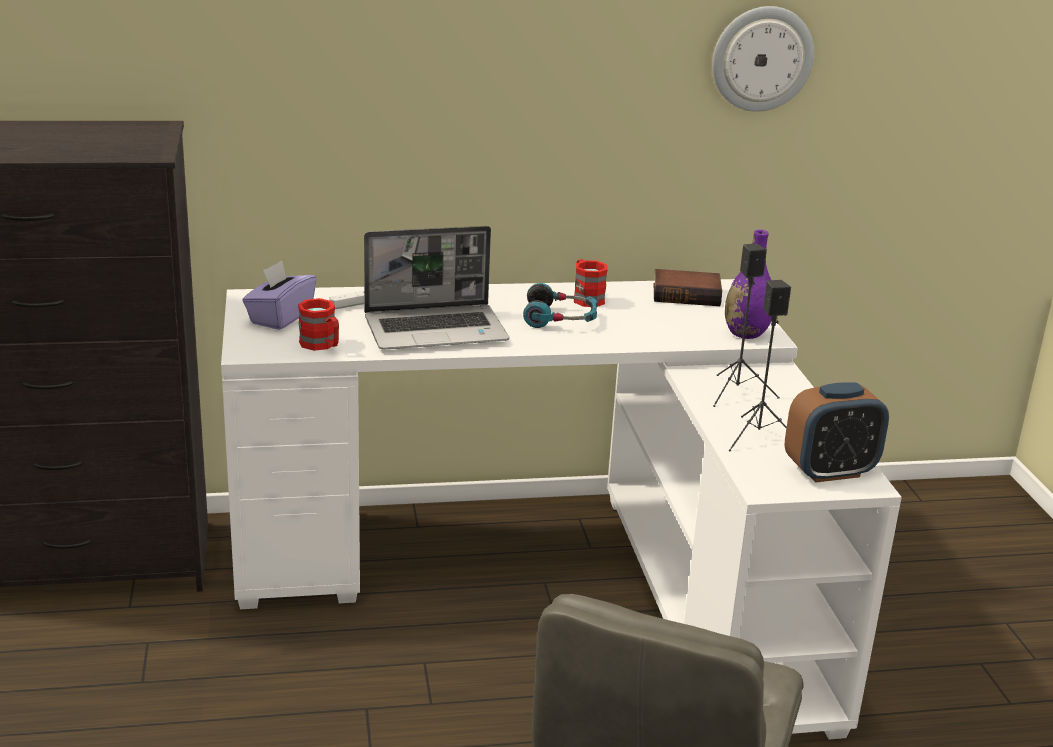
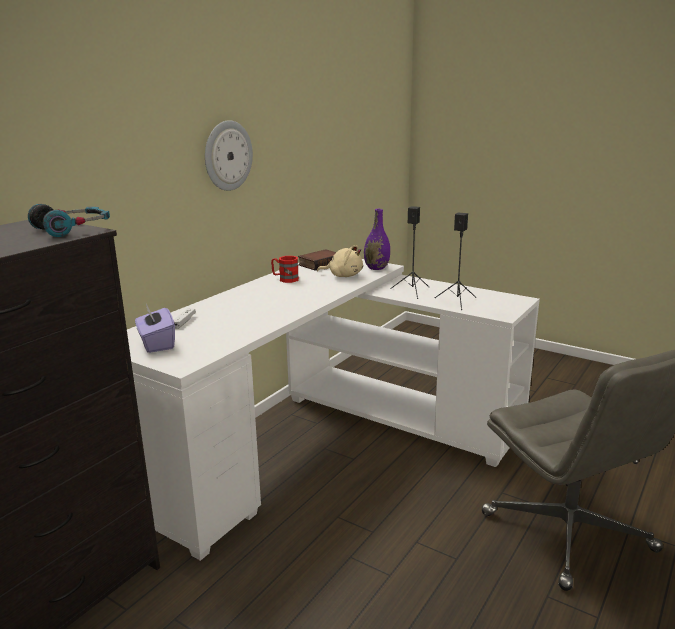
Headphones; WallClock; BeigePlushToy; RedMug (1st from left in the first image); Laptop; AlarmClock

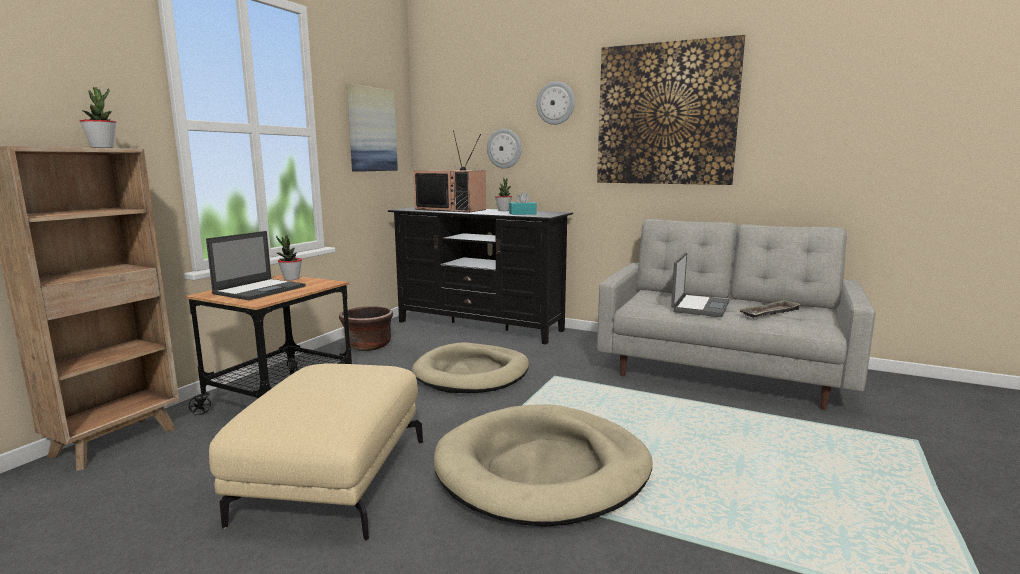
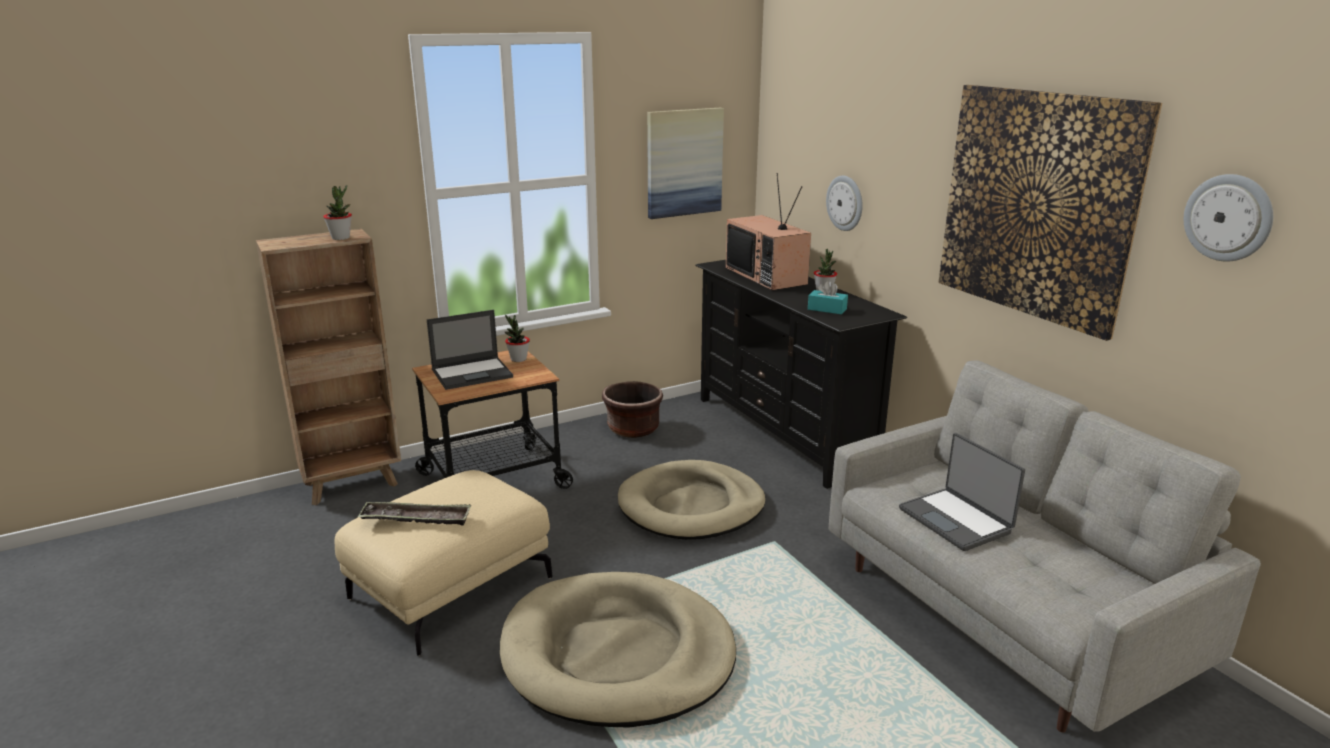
Tray; Laptop (2nd from left); WallClock (2nd from left)

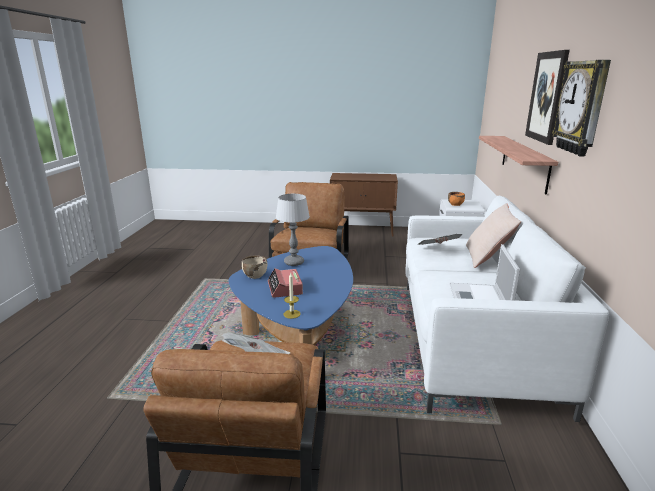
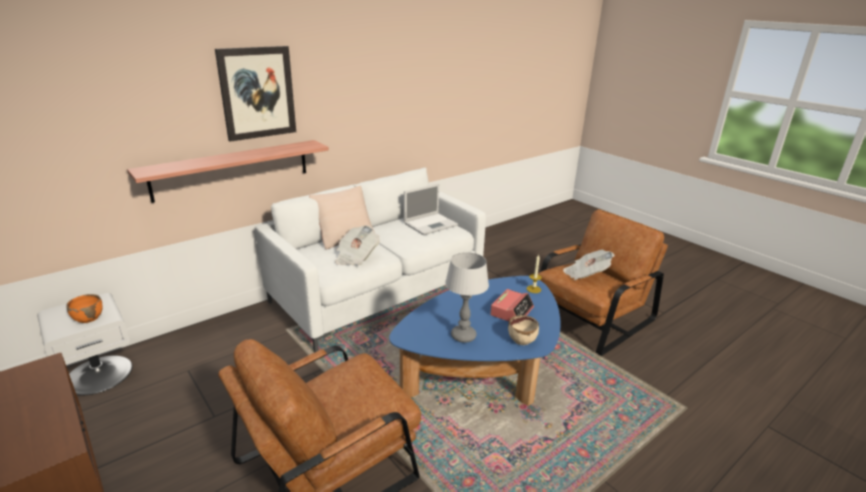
WallClock

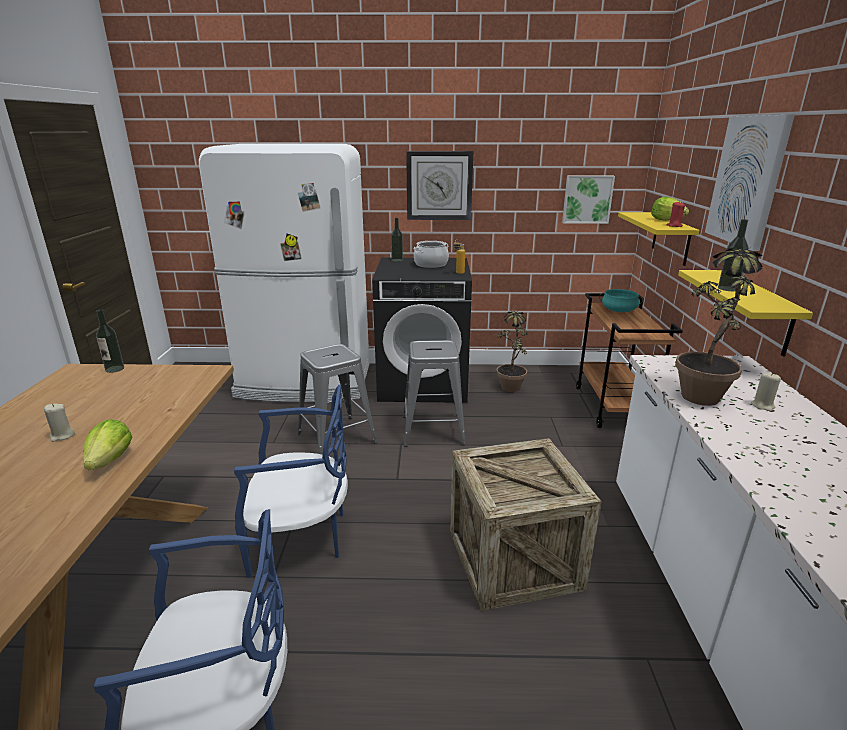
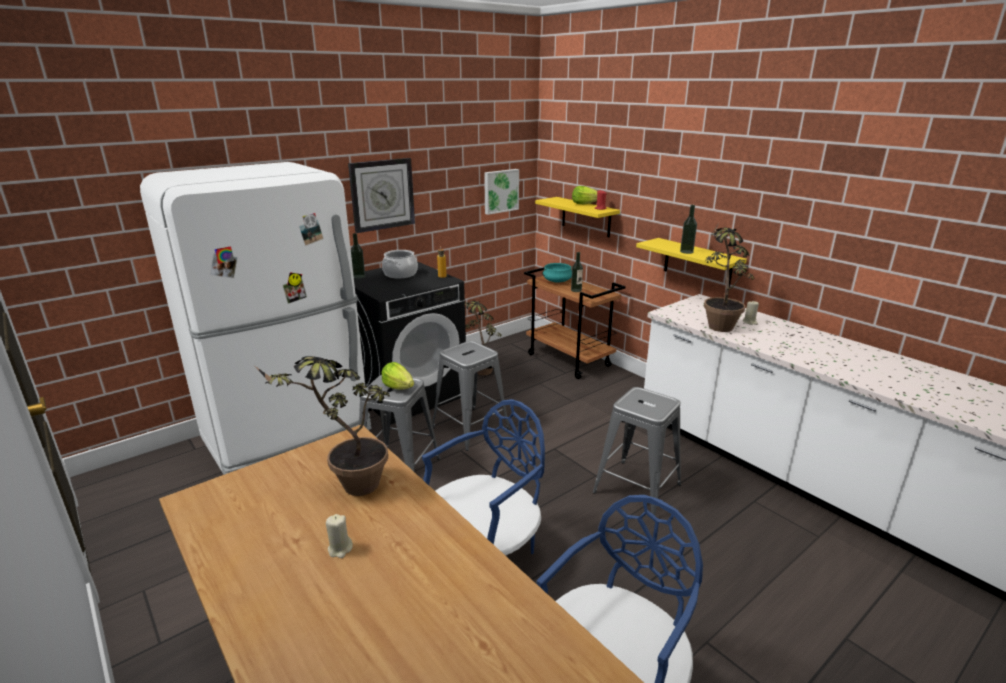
PottedPlant (1st from left); Lettuce (1st from left); Bottle (3rd from left); GreyStool (3rd from left); Picture (2nd from left in the first image)

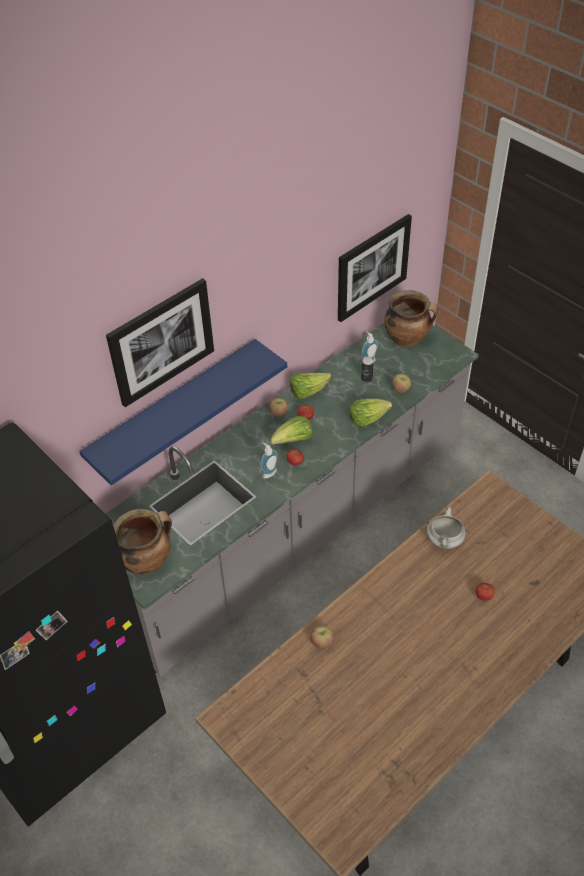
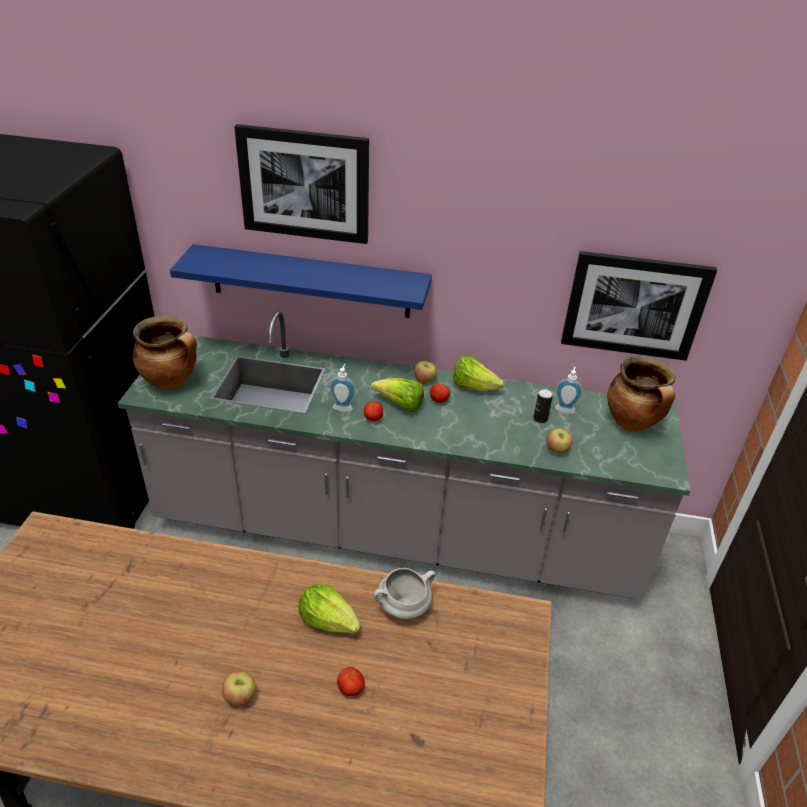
Apple (1st from left); Lettuce (1st from left)

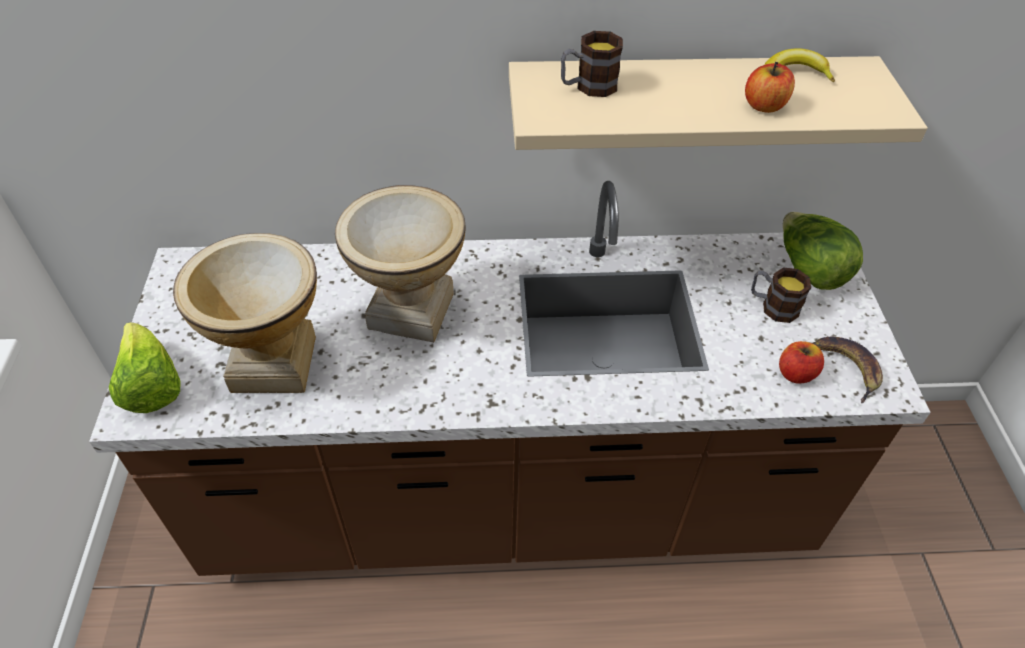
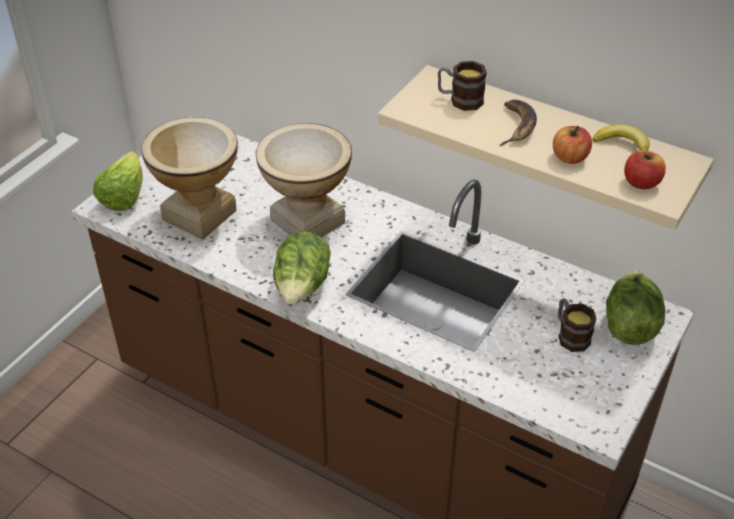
Lettuce (2nd from left); Banana (1st from left); Apple (2nd from left)

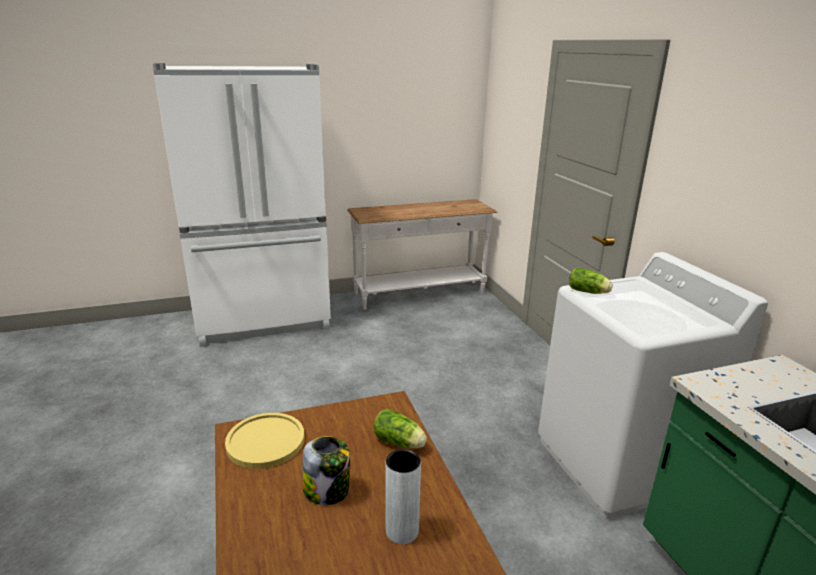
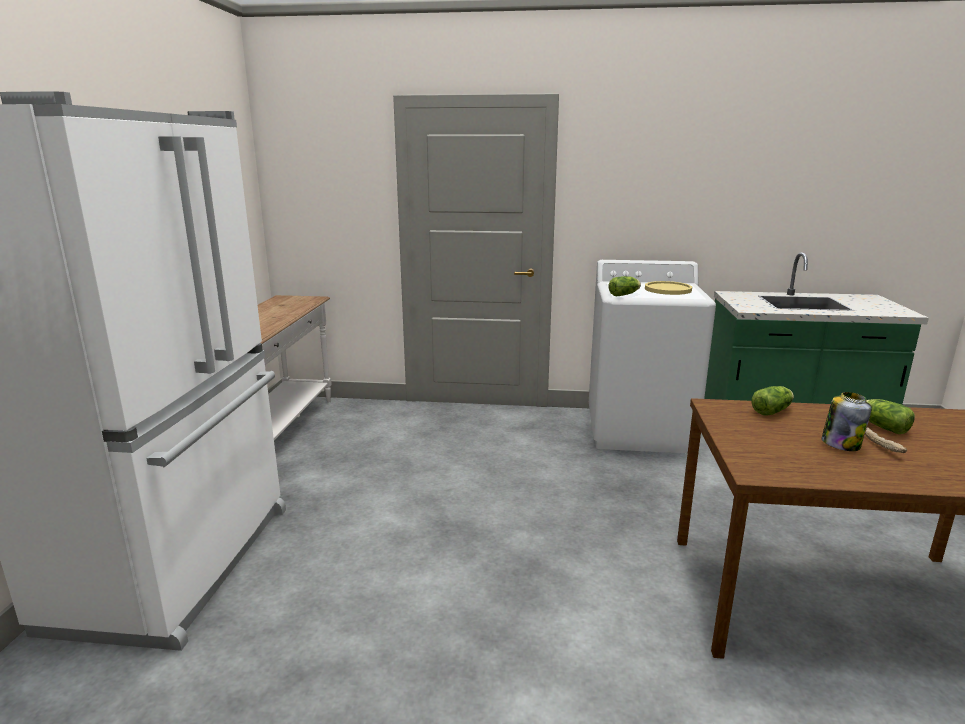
YellowPlate; Bread; Lettuce (3rd from left)

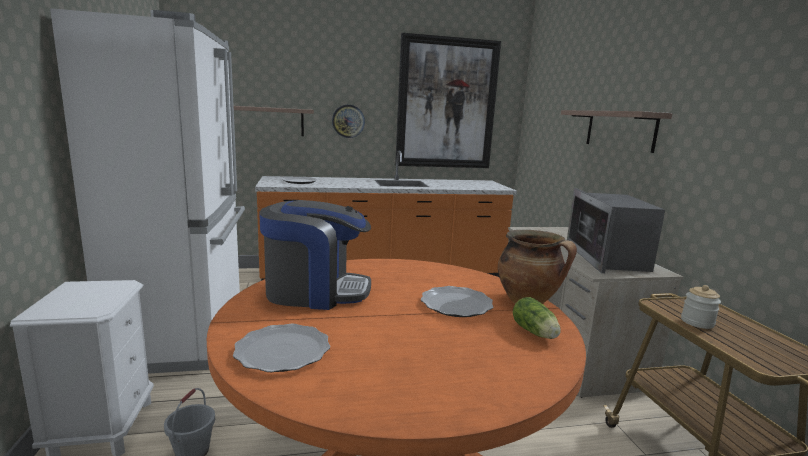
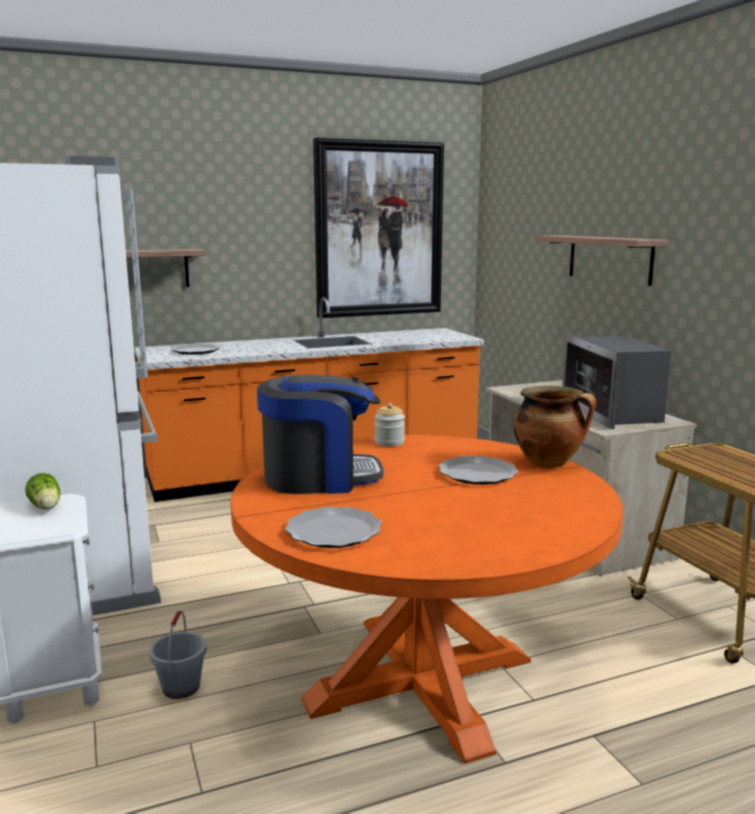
Lettuce; Jar; WallClock

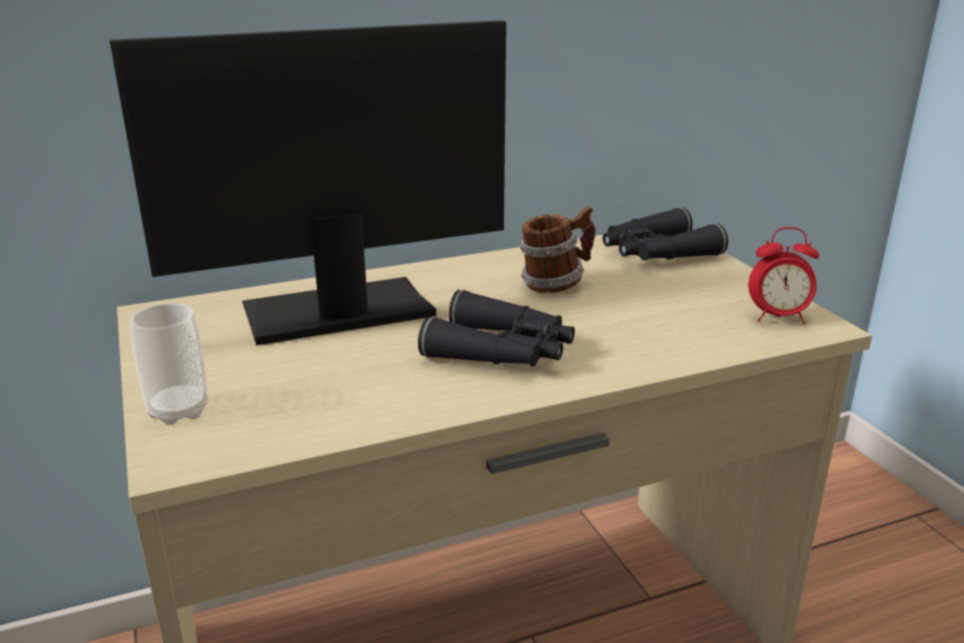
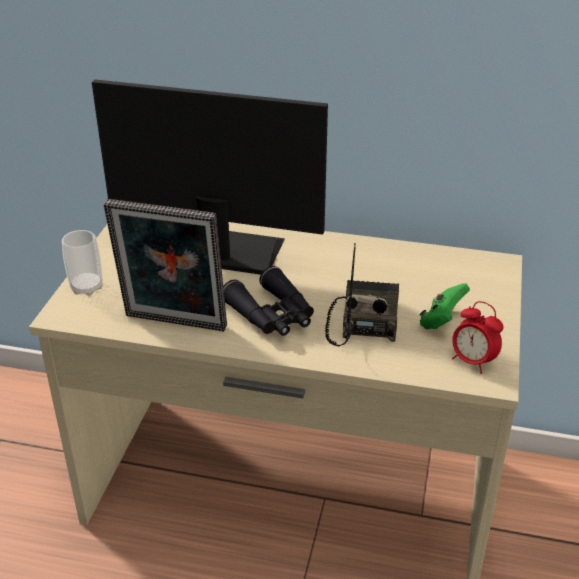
PictureFrame; Radio; GreenGameController; Mug; BlackBinoculars (2nd from left in the first image)

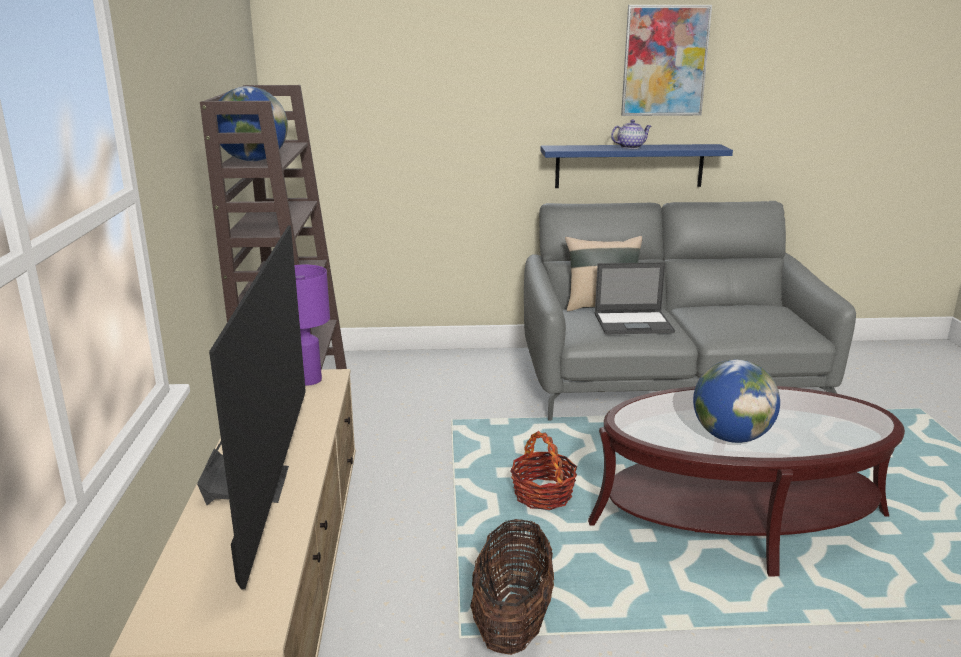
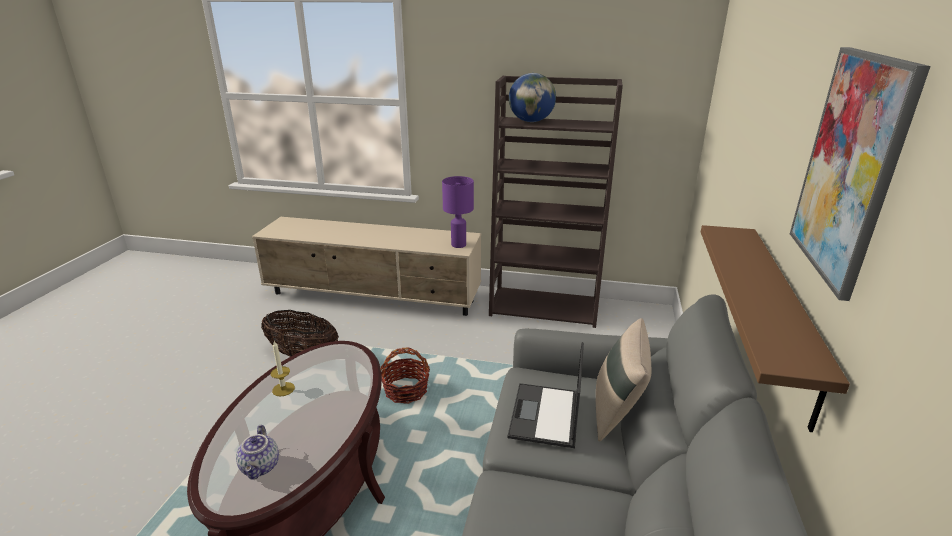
Teapot; Candle; BrownShelf; Television

